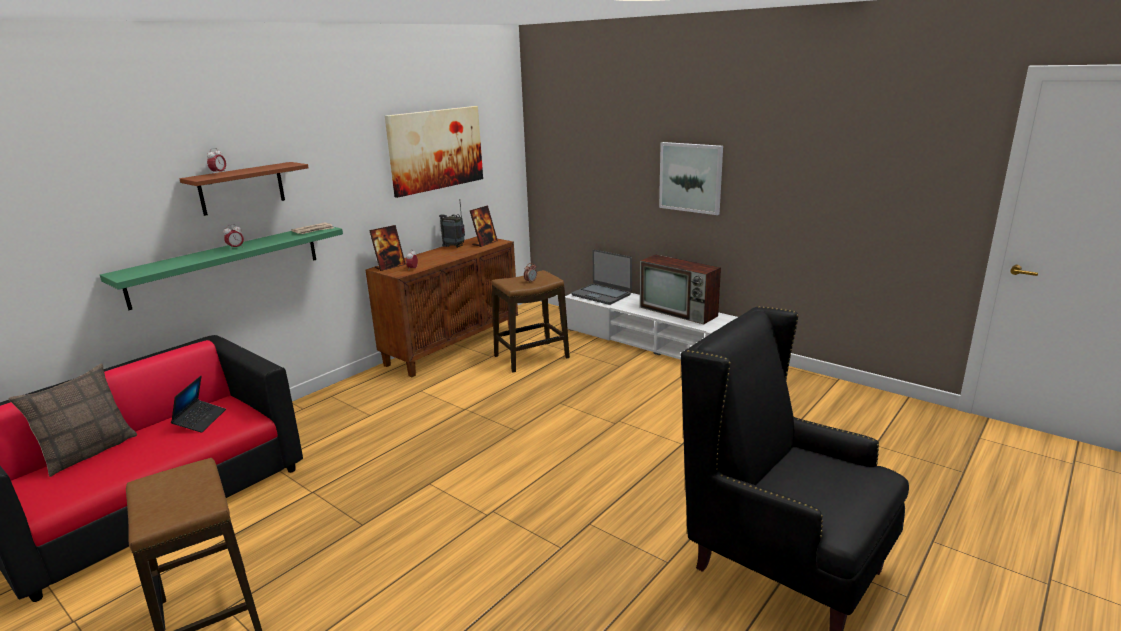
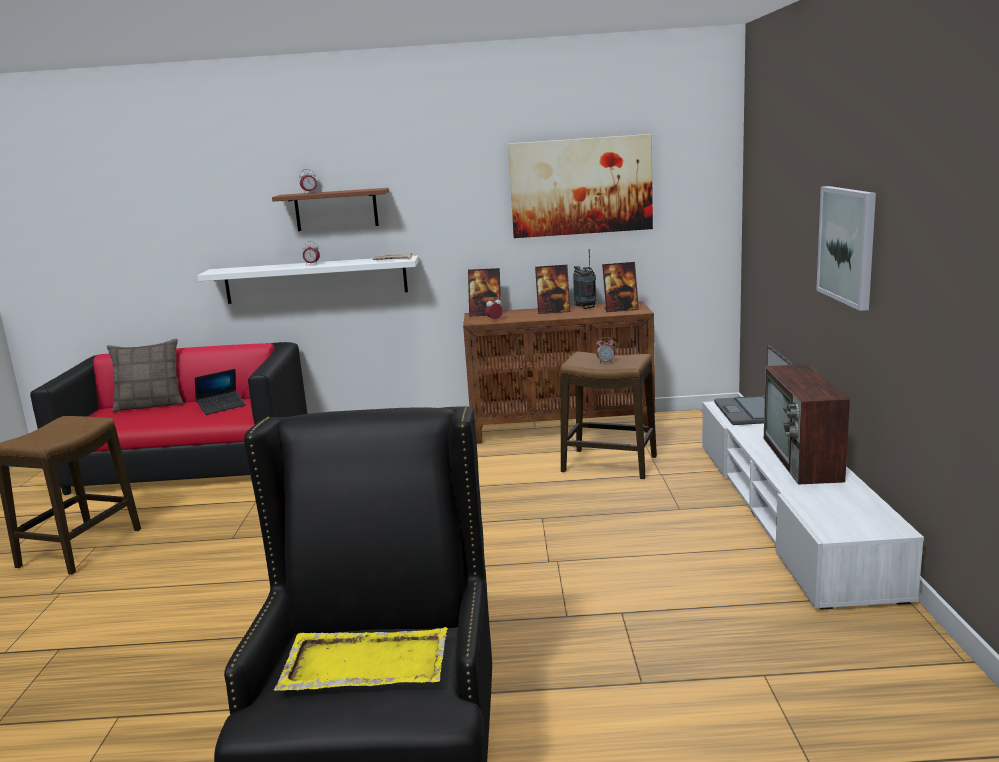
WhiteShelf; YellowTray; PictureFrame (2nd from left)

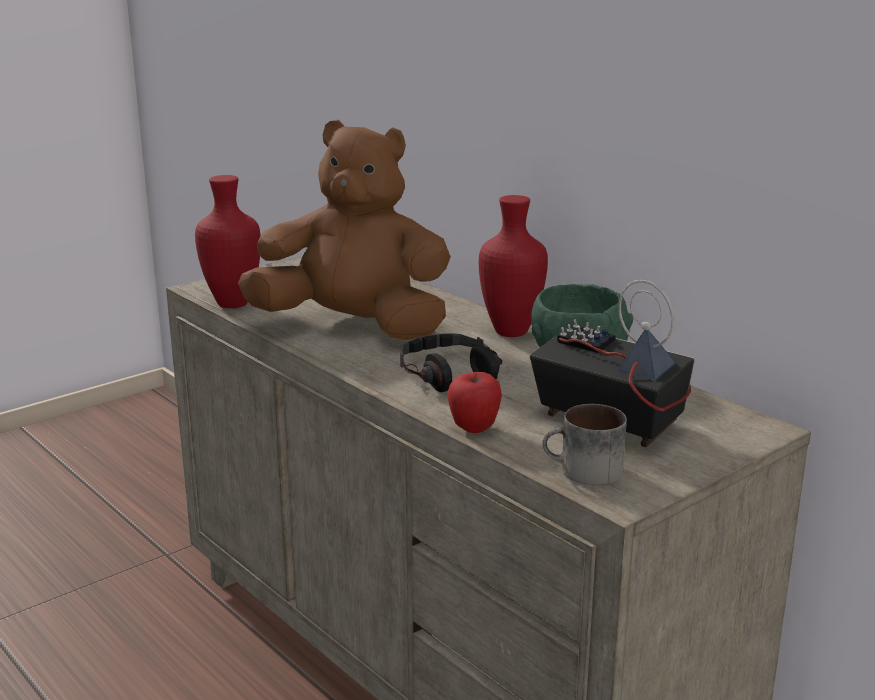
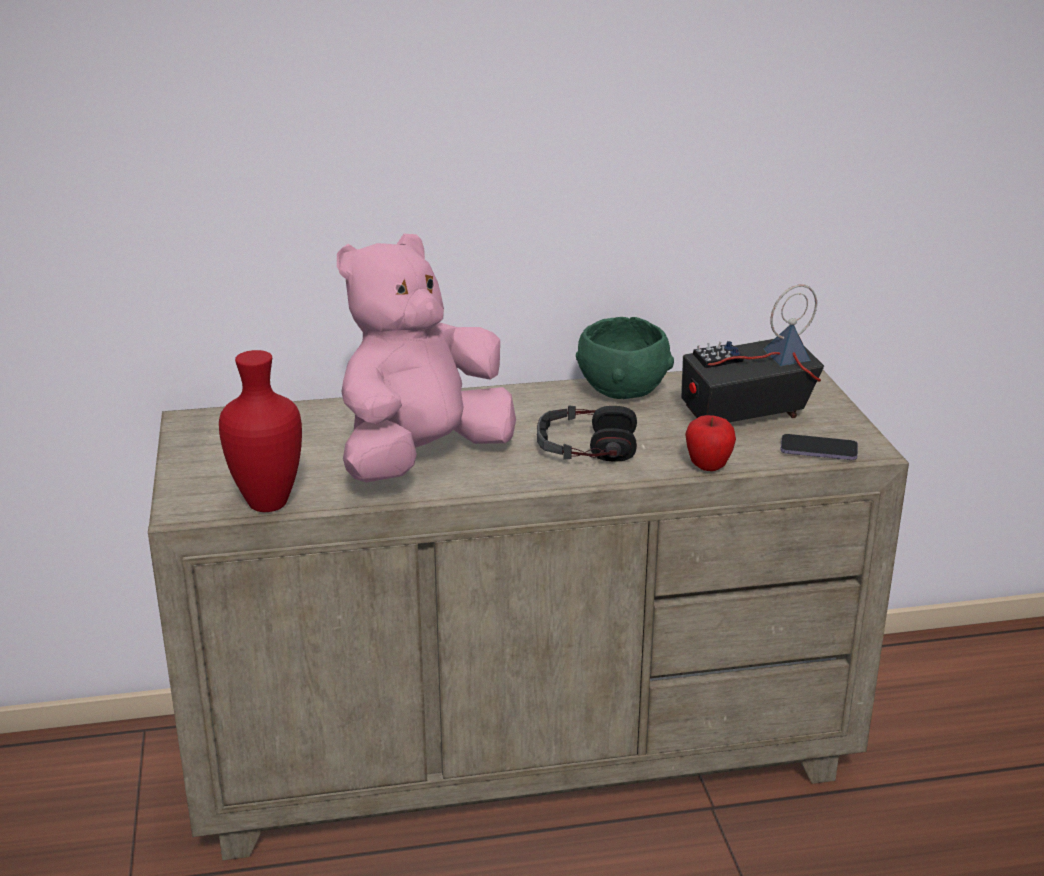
PinkPlushToy; Phone; RedVase (2nd from left in the first image)

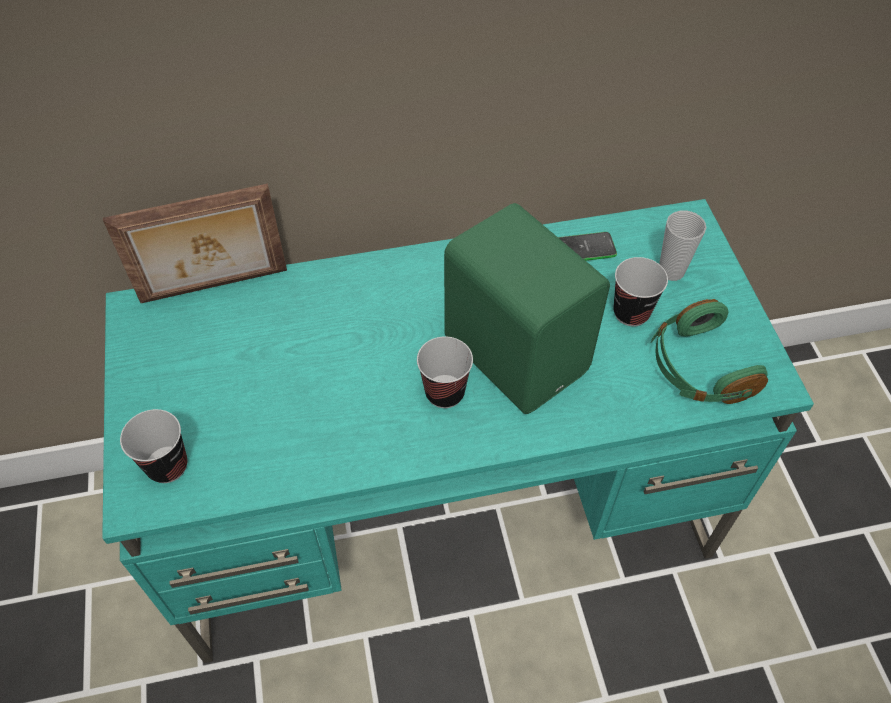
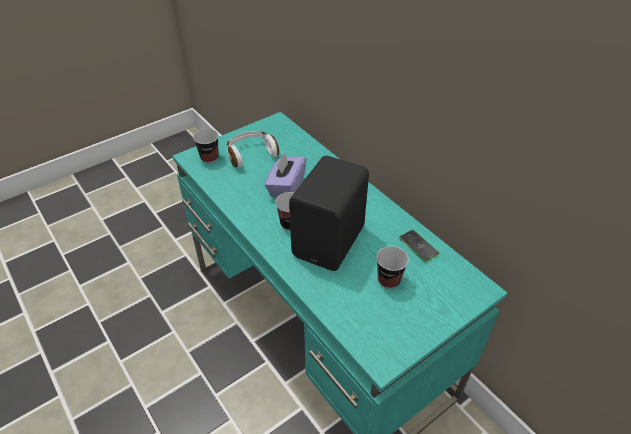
WhiteHeadphones; PurpleTissueBox; BlackSpeaker; PictureFrame; GreenHeadphones; Cup (4th from left in the first image)

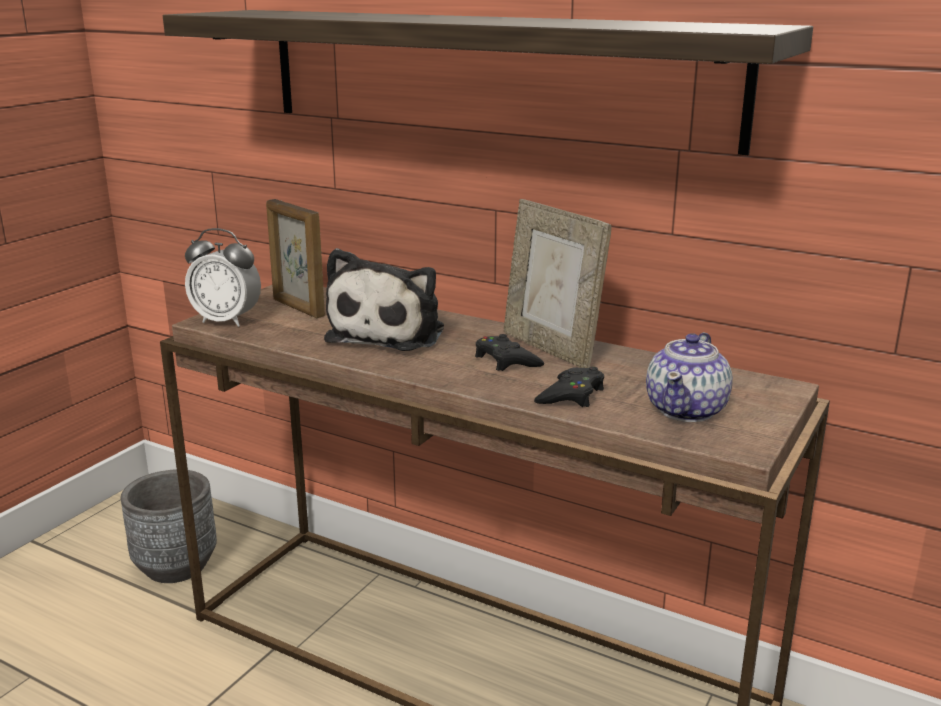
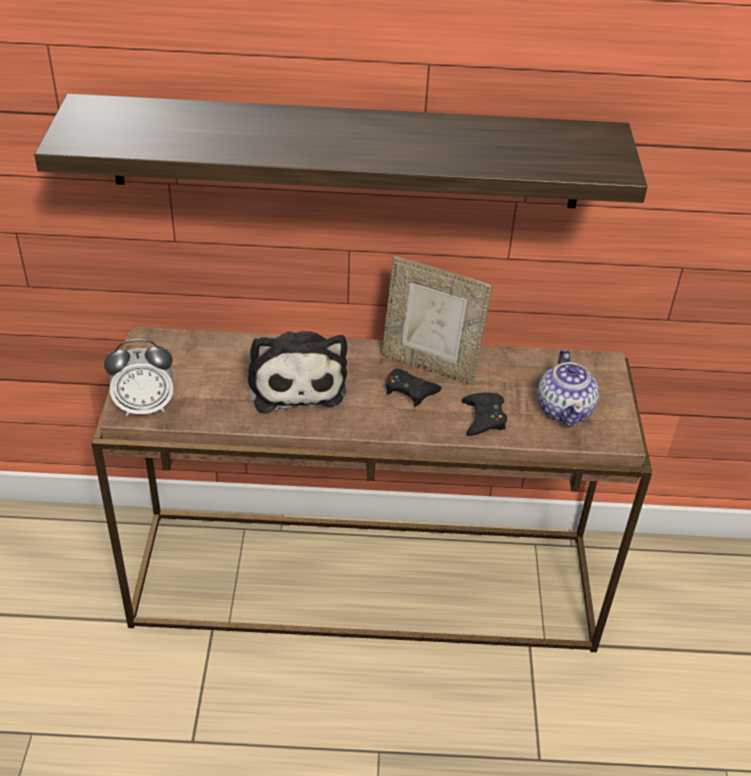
GreyPlanter; PictureFrame (1st from left in the first image)

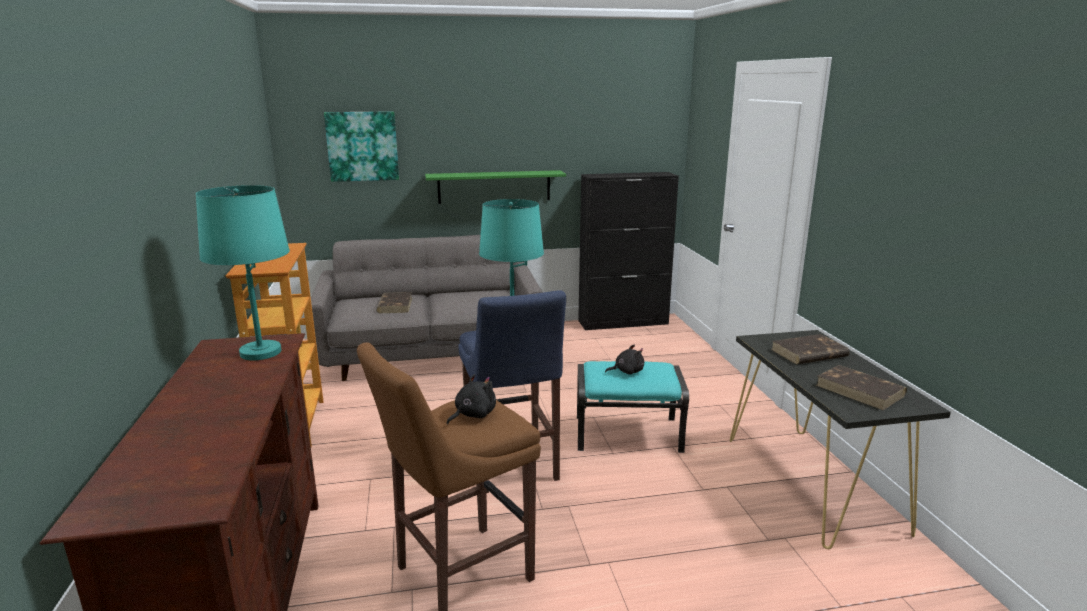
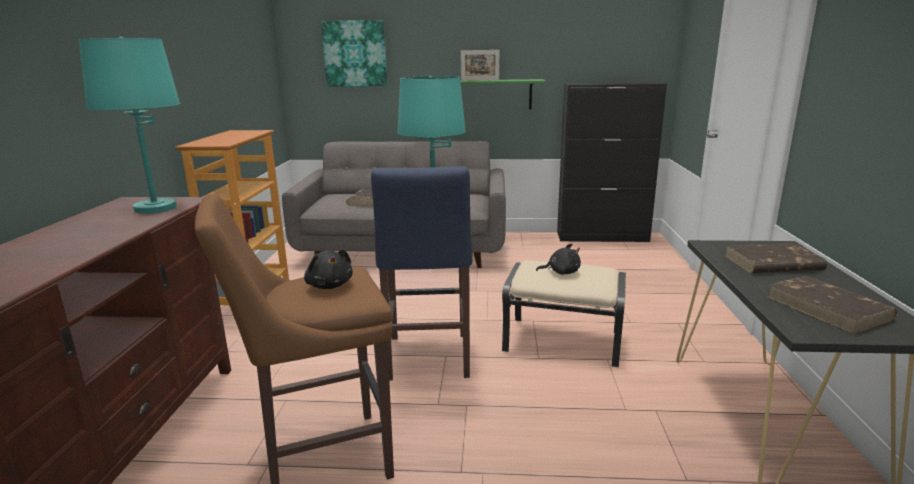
BlackPlushToy (1st from left); PictureFrame; BeigeOttoman

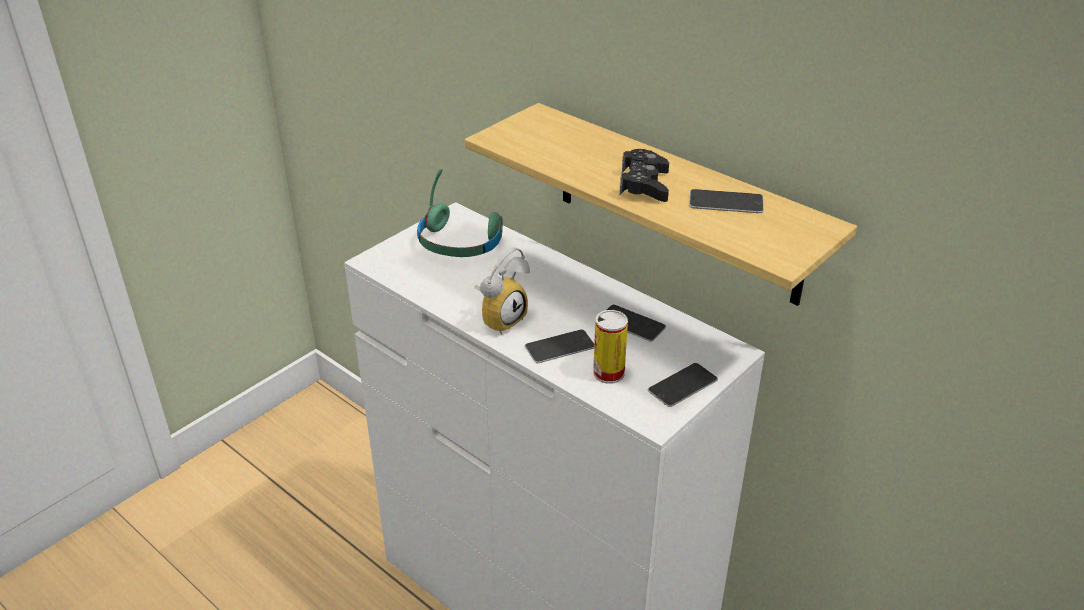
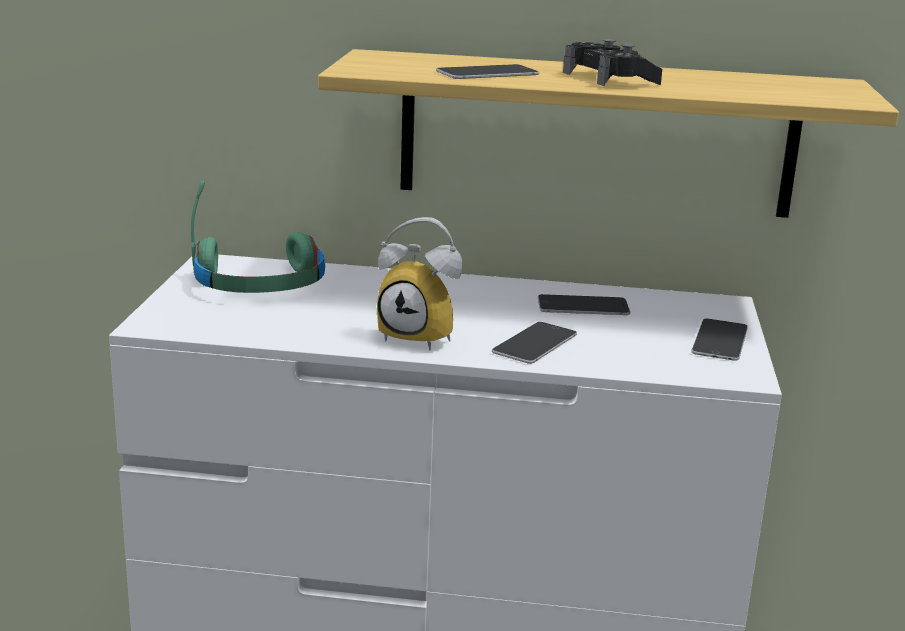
AlarmClock; Phone (1st from left); Can

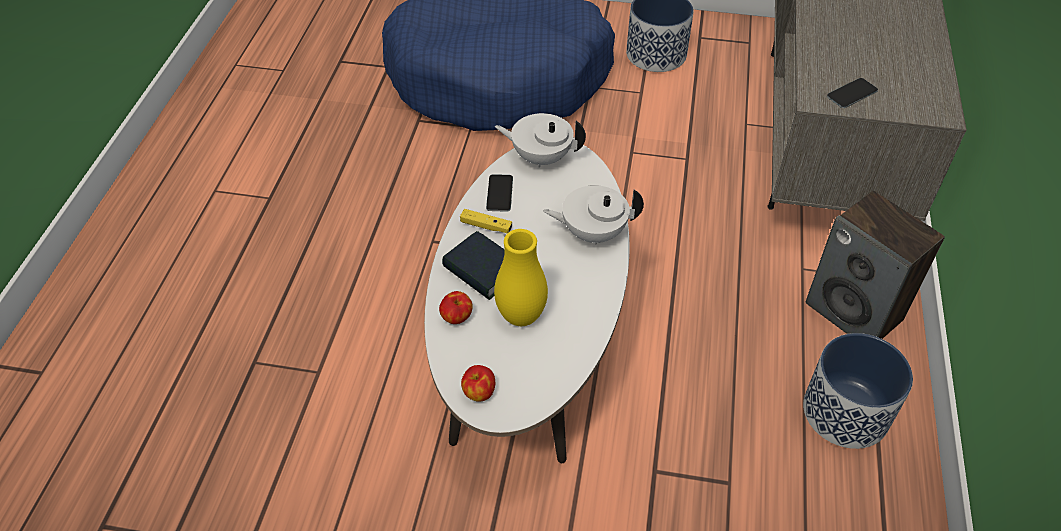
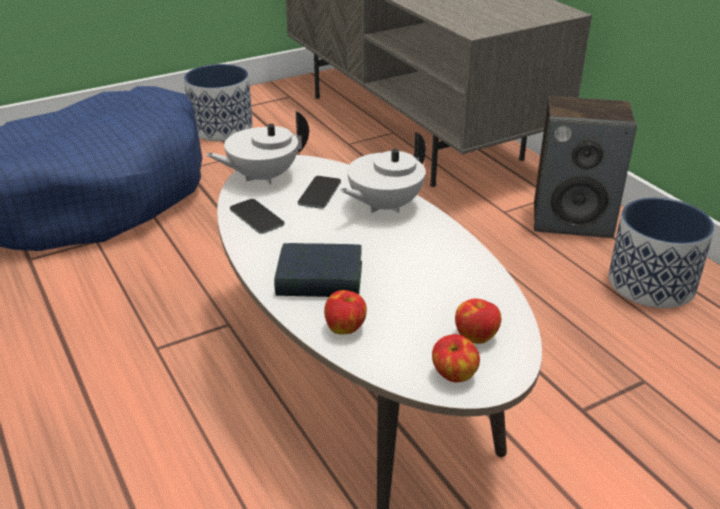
Phone (2nd from left); Apple (3rd from left); YellowGameController; YellowVase

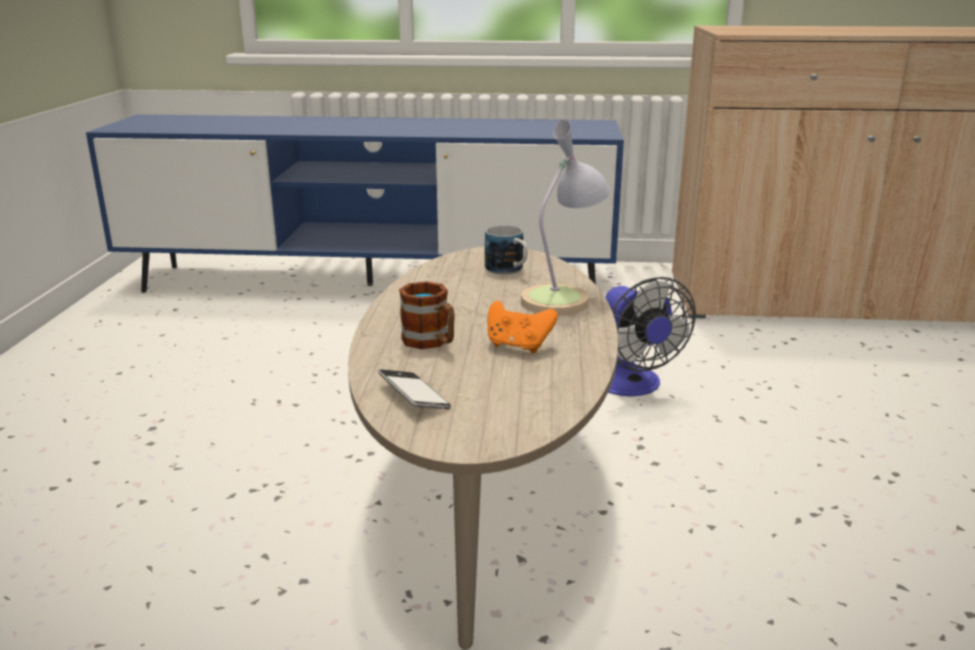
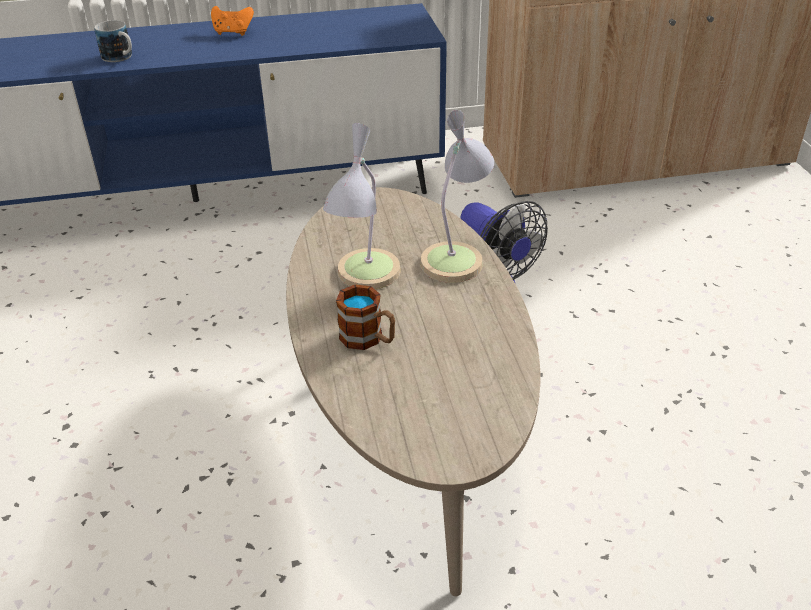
Mug (1st from left); OrangeGameController; TableLamp (1st from left); Phone

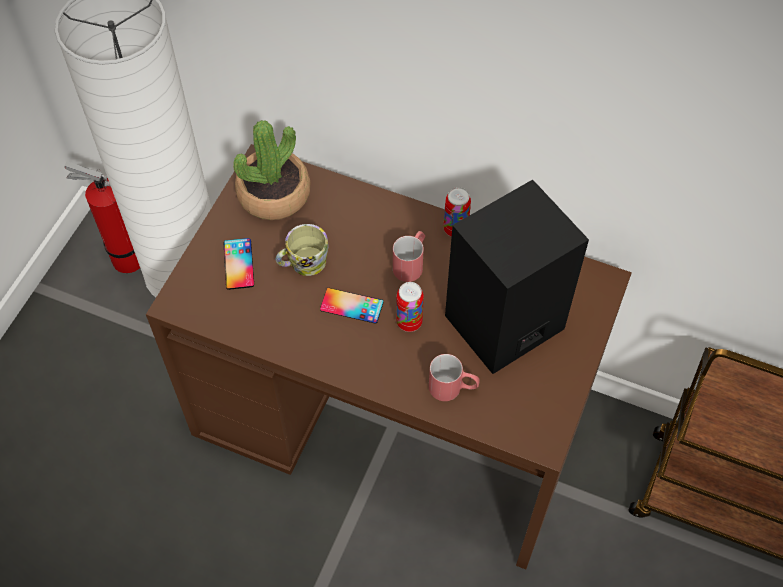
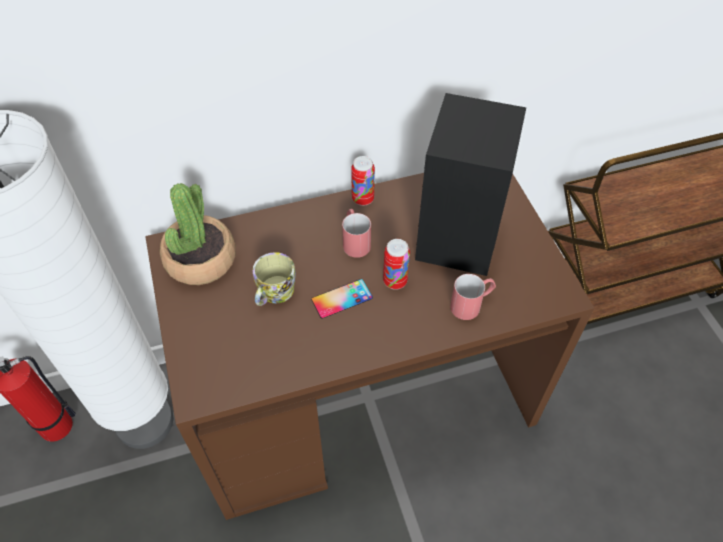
Phone (1st from left in the first image)

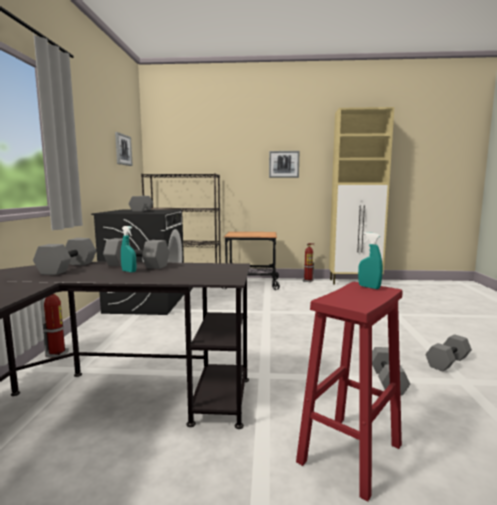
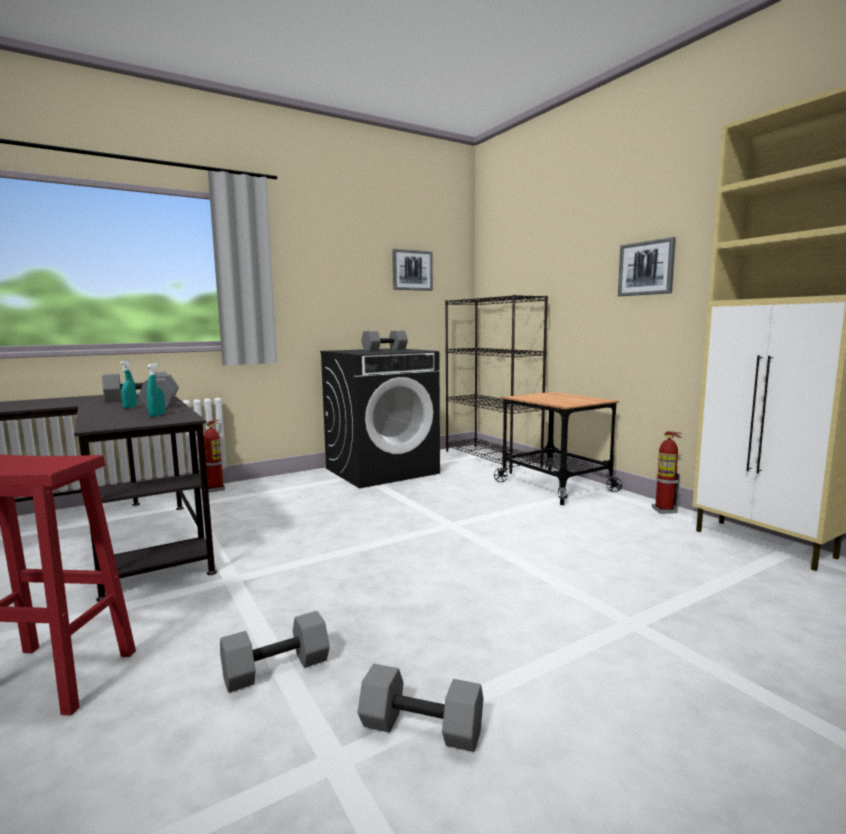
TurquoiseSprayBottle (2nd from left)

